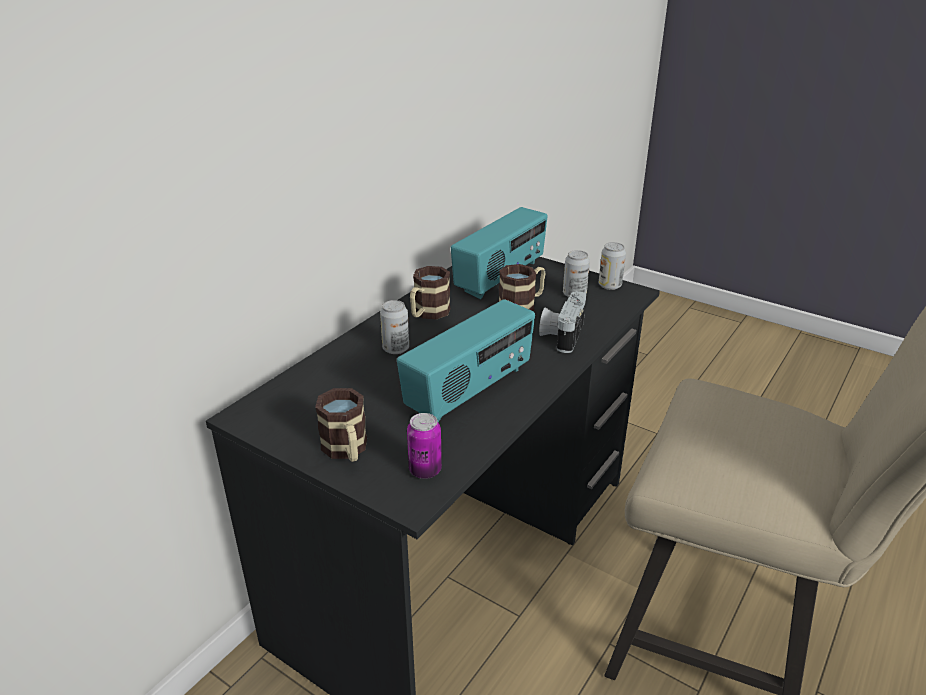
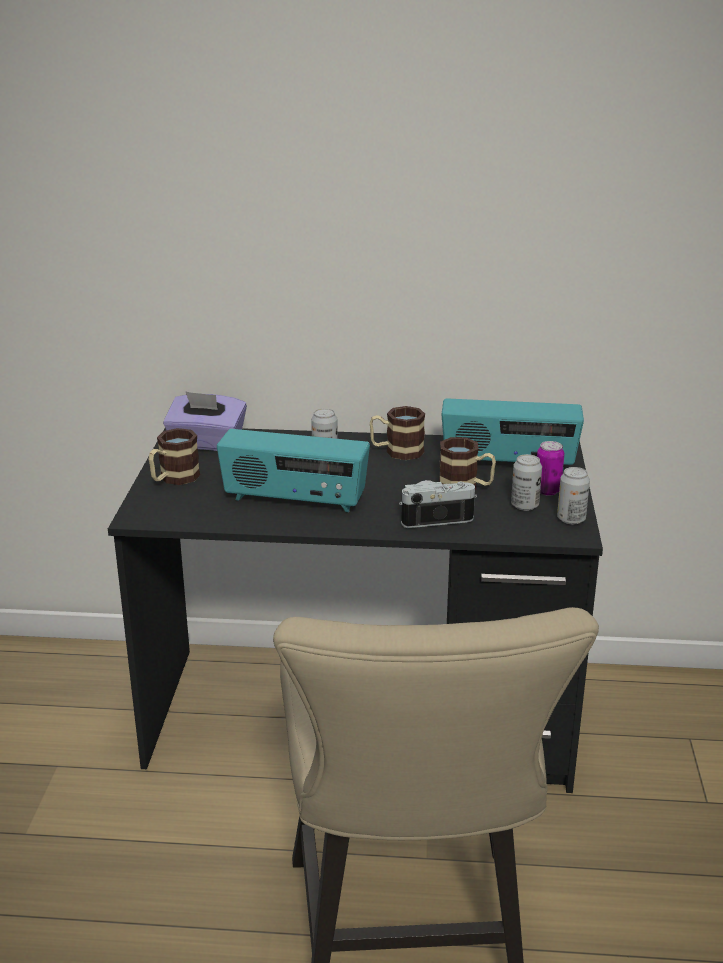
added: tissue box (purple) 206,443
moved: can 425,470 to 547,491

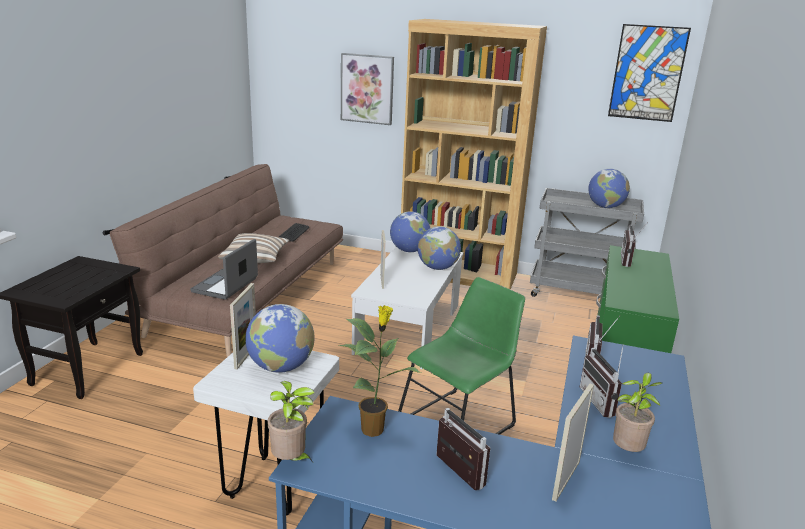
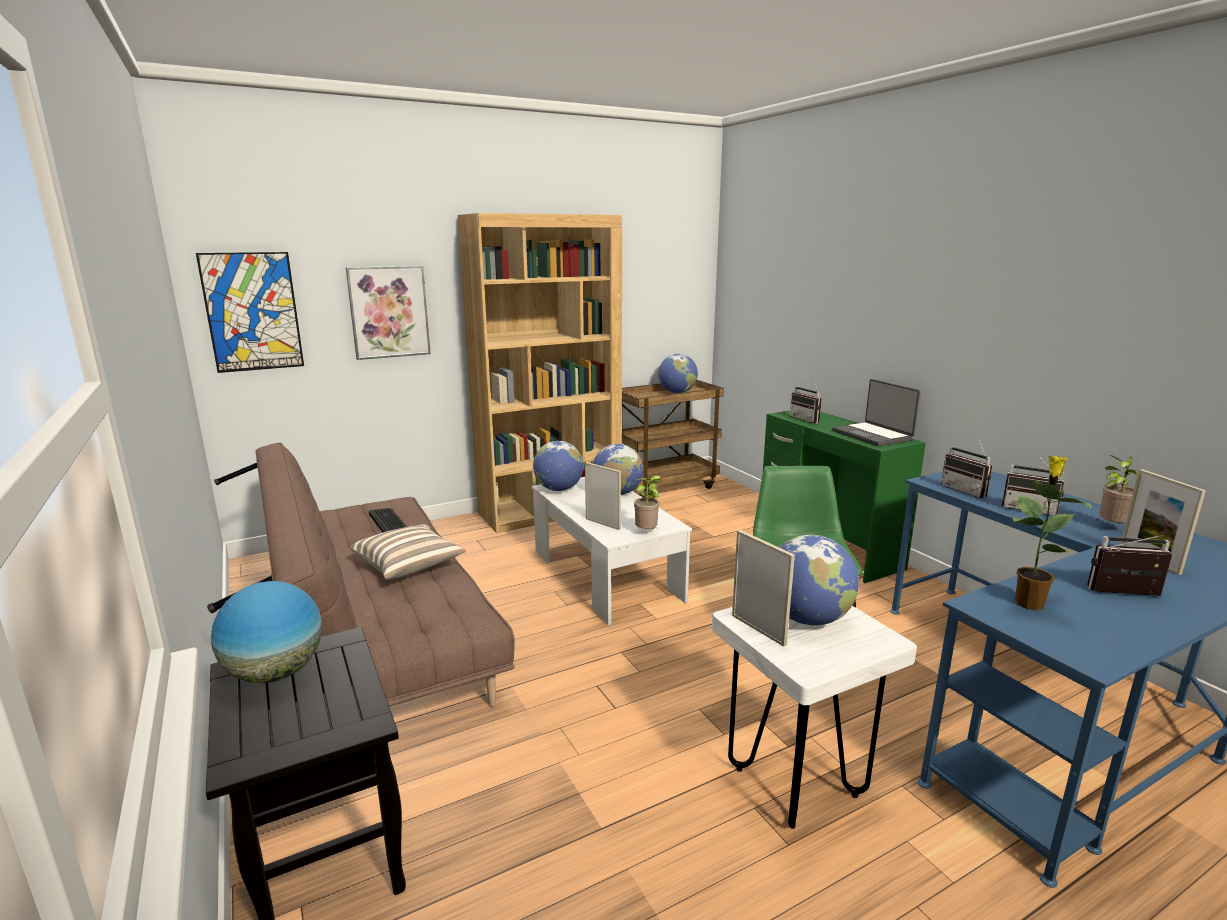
added: globe 275,673
moved: picture 647,73 to 252,312; potted plant 291,461 to 647,532; laptop 226,285 to 873,435
recoloured: cart (grey) 577,293 to cart (brown) 666,487

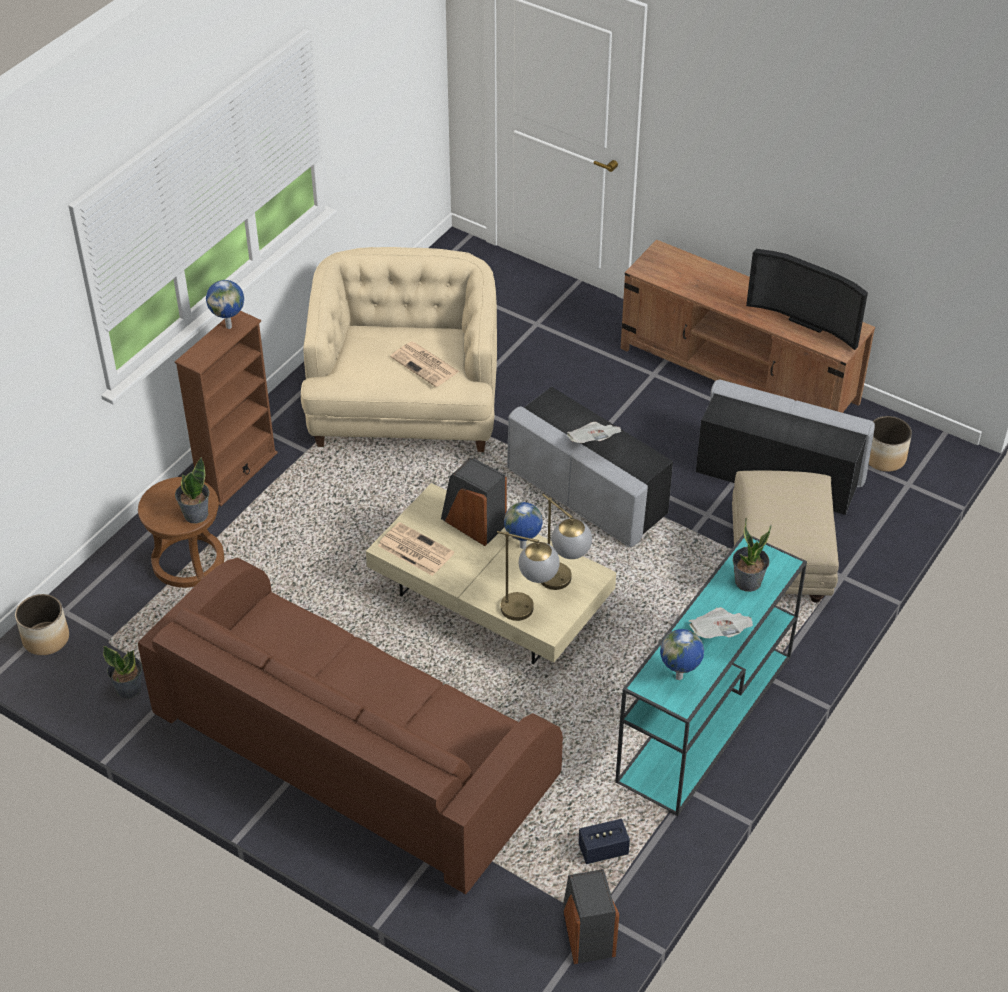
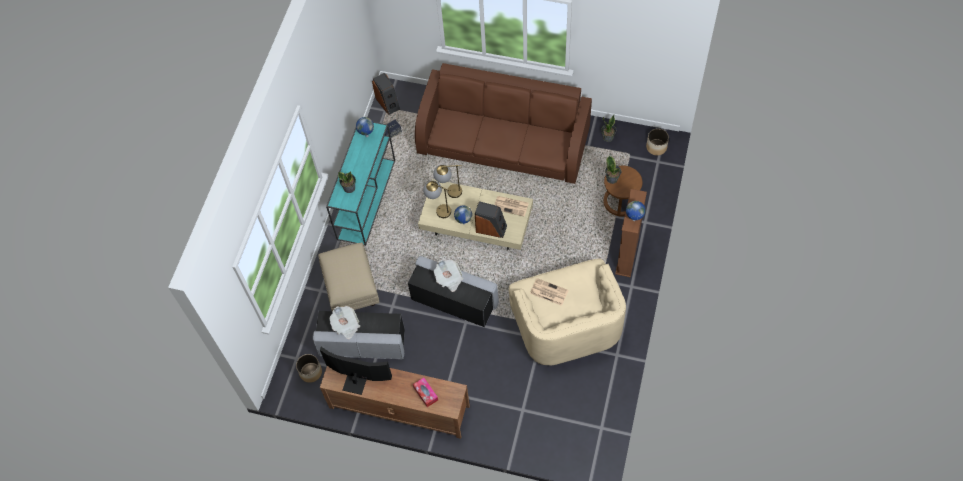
added: tissue box 425,393
moved: newspaper 719,634 to 346,325

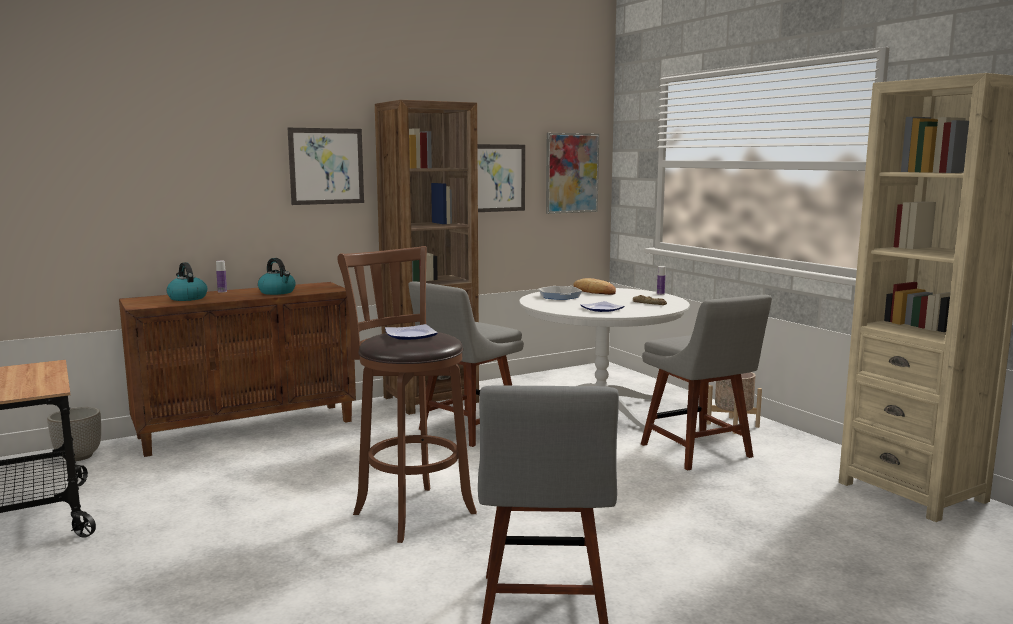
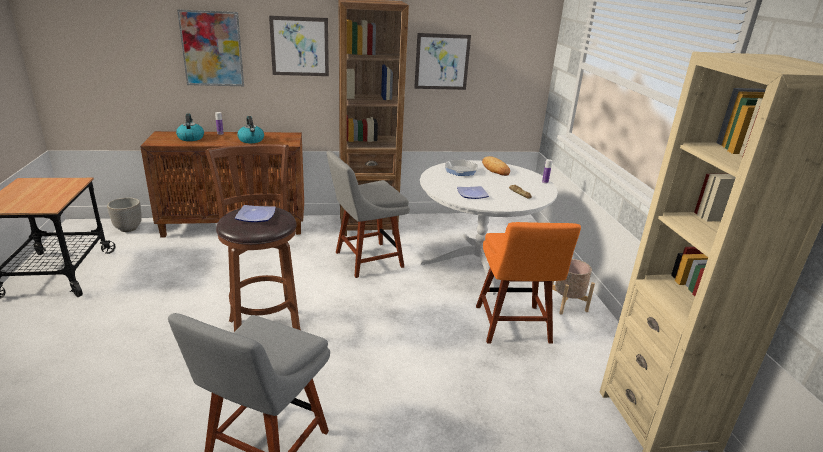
moved: picture 571,173 to 212,49
recoloured: chair (grey) 699,452 to chair (orange) 513,326

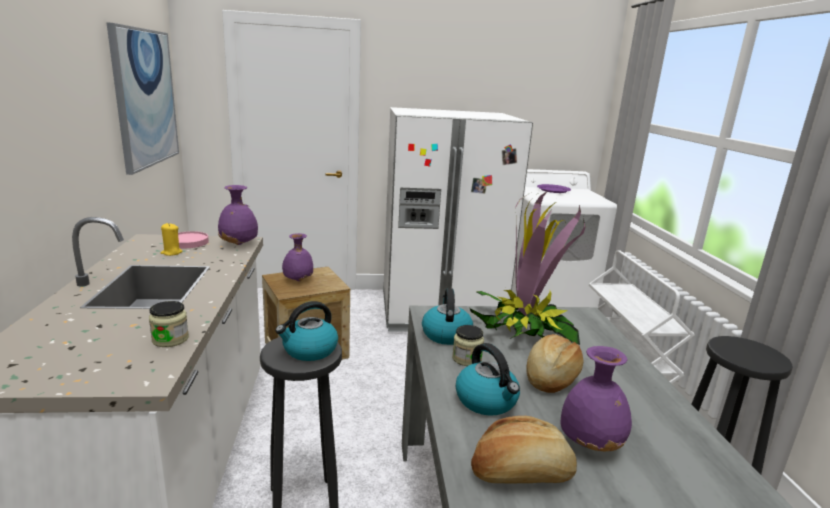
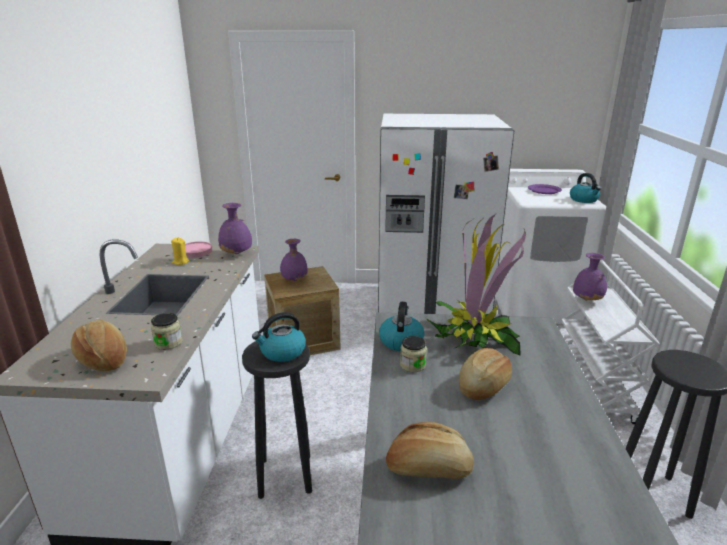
removed: picture 145,98
added: bread 103,358
moved: kettle 487,401 to 584,200; vase (purple) 591,444 to 588,300

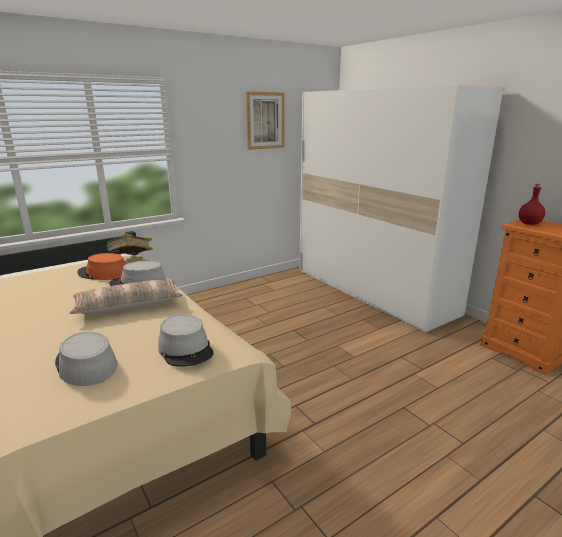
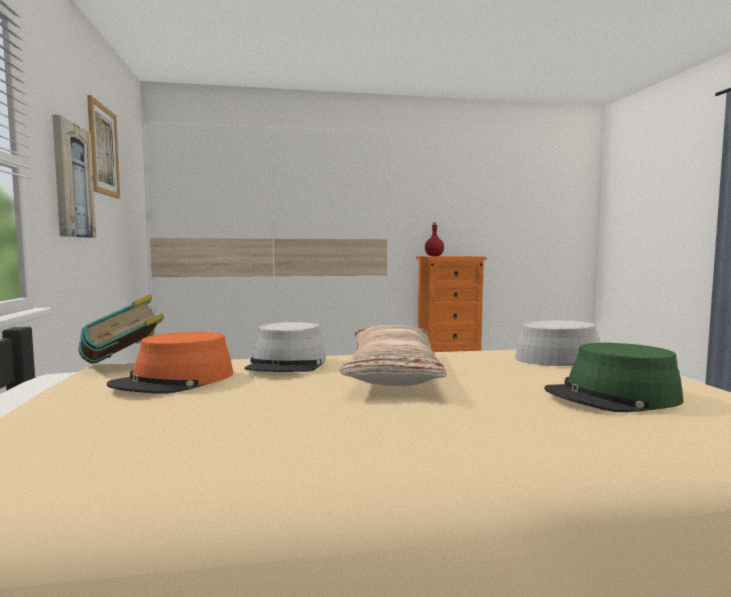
added: picture 72,181
recoloured: hat (grey) 85,364 to hat (green) 613,397

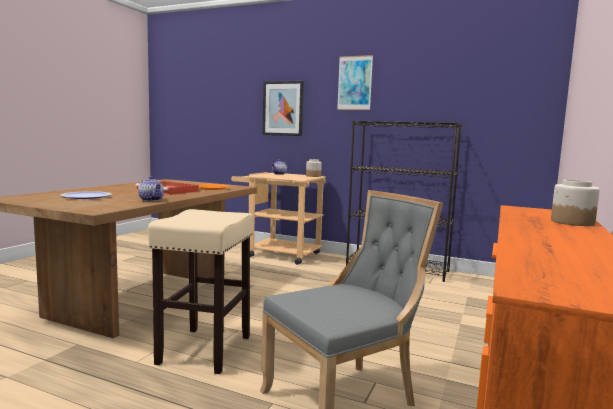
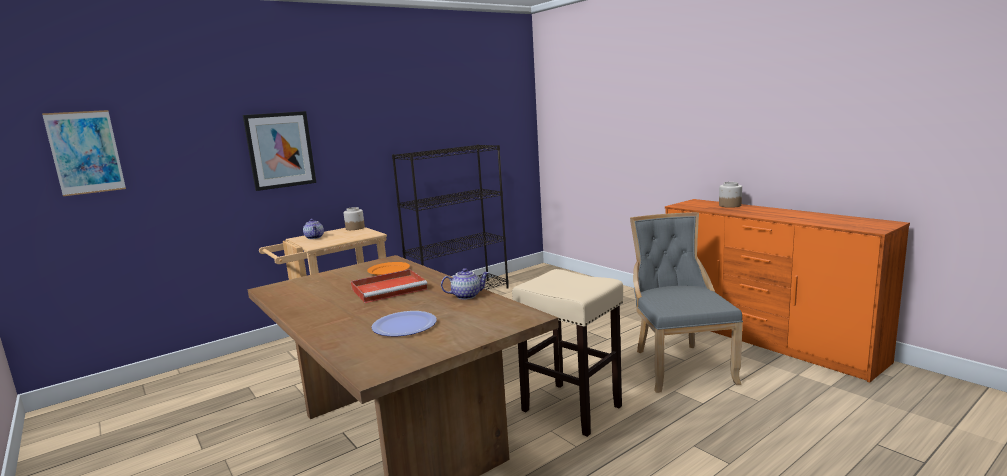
moved: picture 354,83 to 85,152

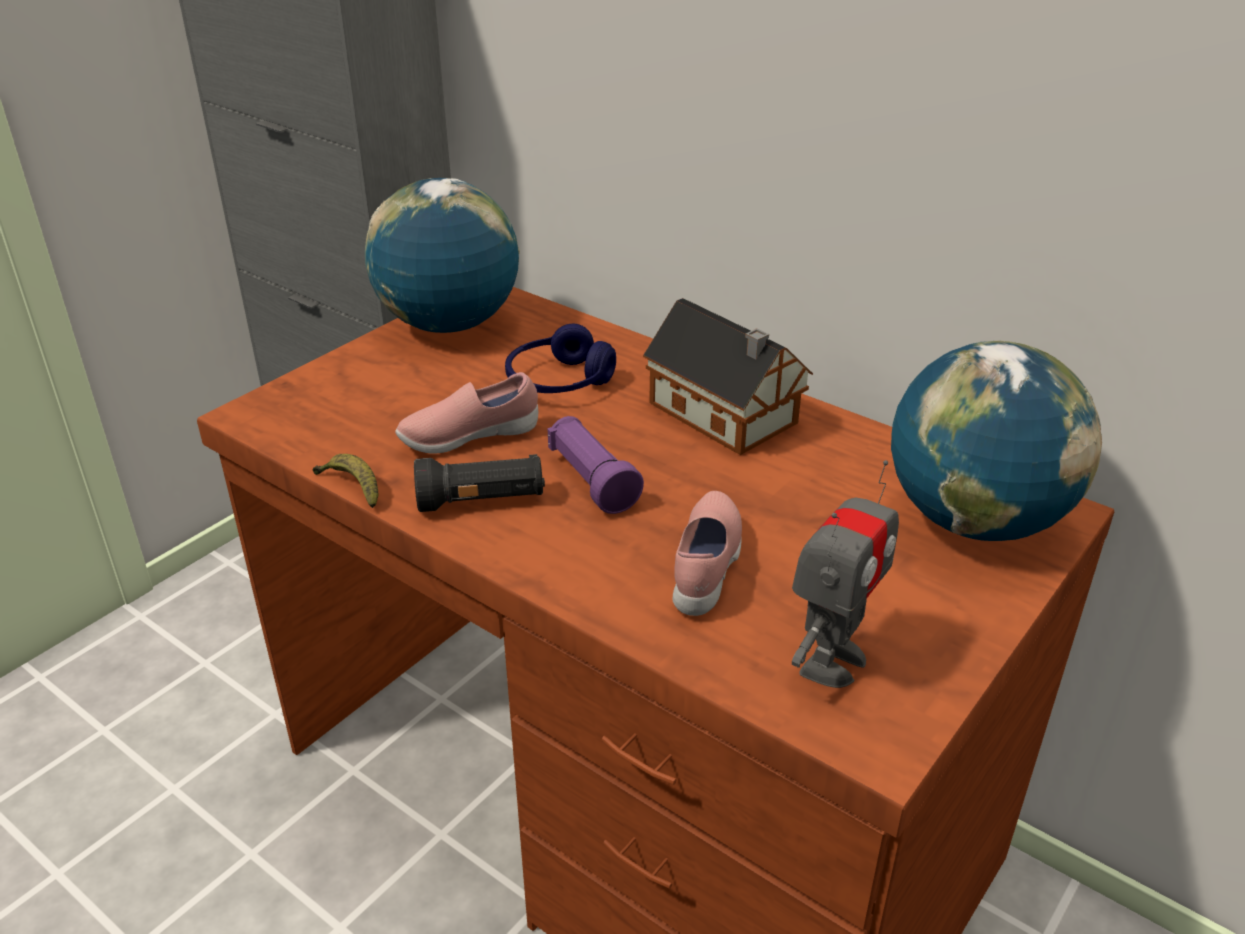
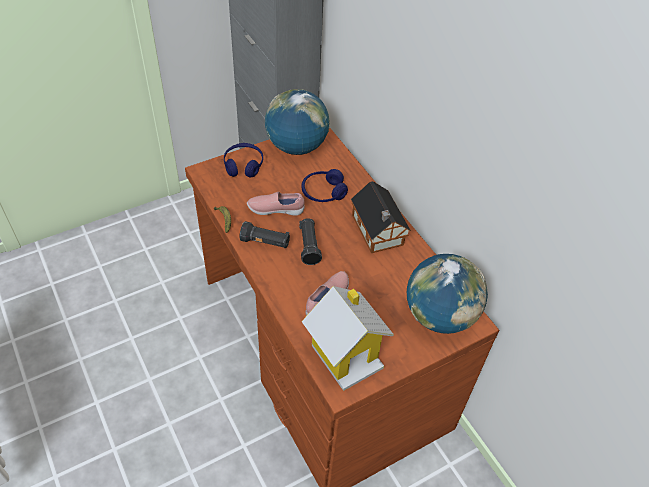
added: headphones (blue) 243,165
replaced: toy robot 831,661 to toy house 346,353
recoloured: flashlight (purple) 591,481 to flashlight (black) 309,246

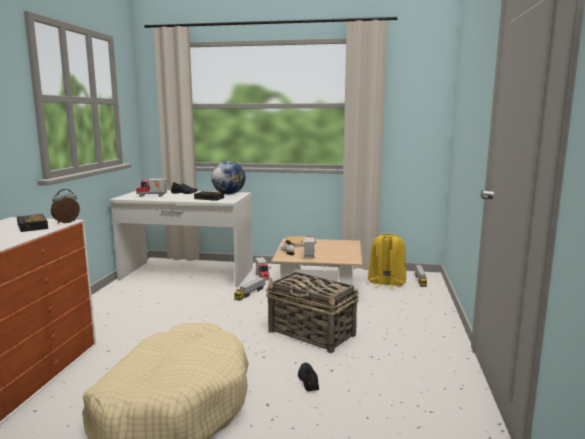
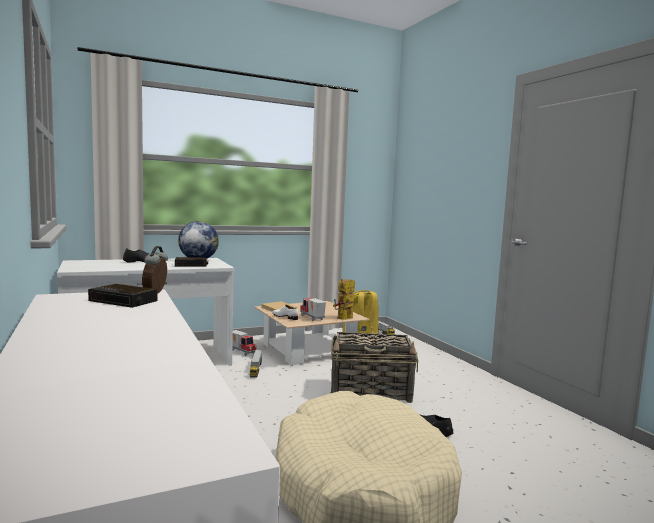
removed: toy truck 152,196
added: toy robot 343,319

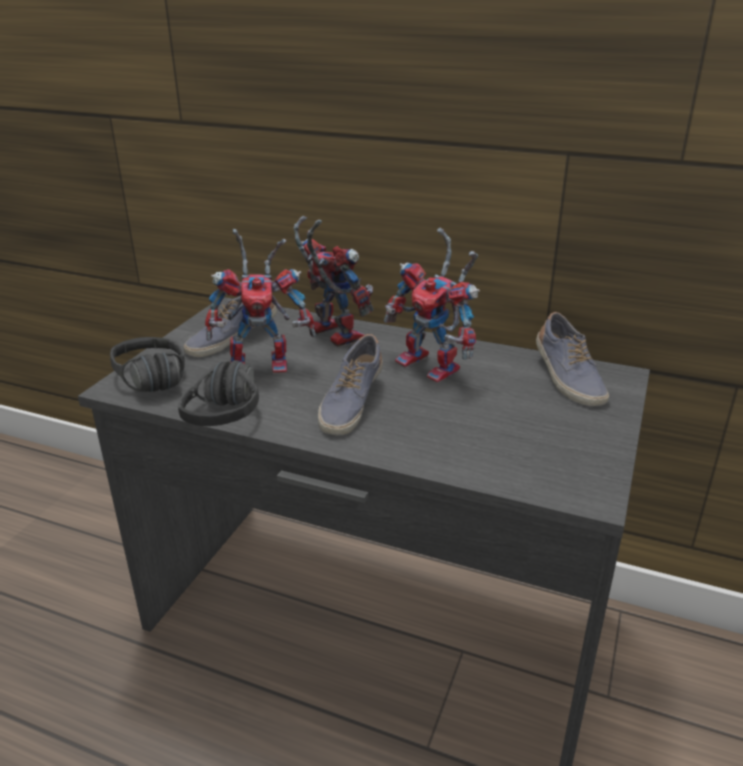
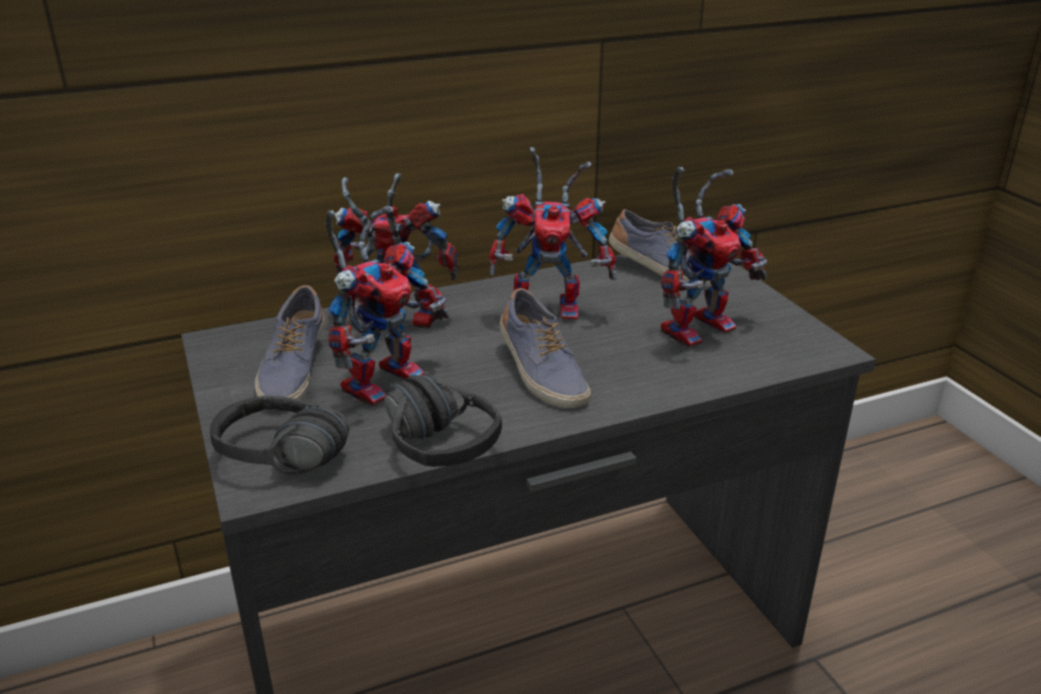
added: toy robot 698,326

